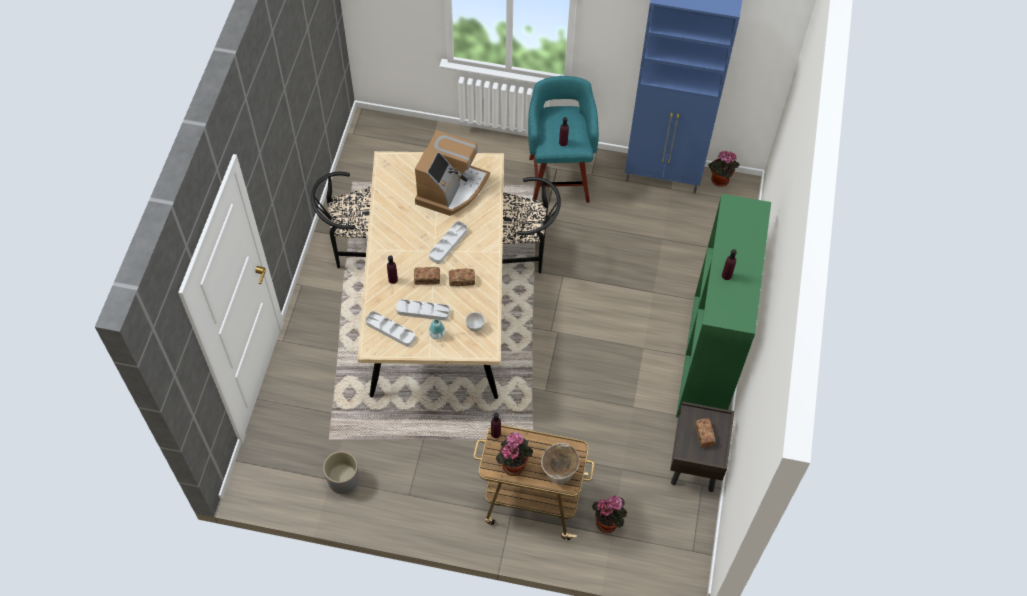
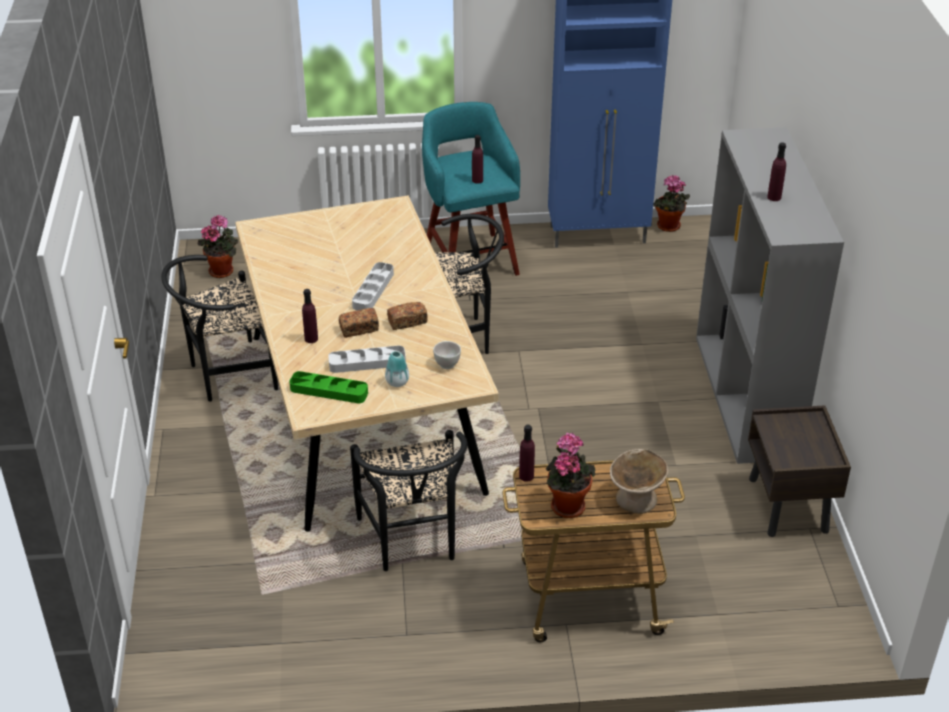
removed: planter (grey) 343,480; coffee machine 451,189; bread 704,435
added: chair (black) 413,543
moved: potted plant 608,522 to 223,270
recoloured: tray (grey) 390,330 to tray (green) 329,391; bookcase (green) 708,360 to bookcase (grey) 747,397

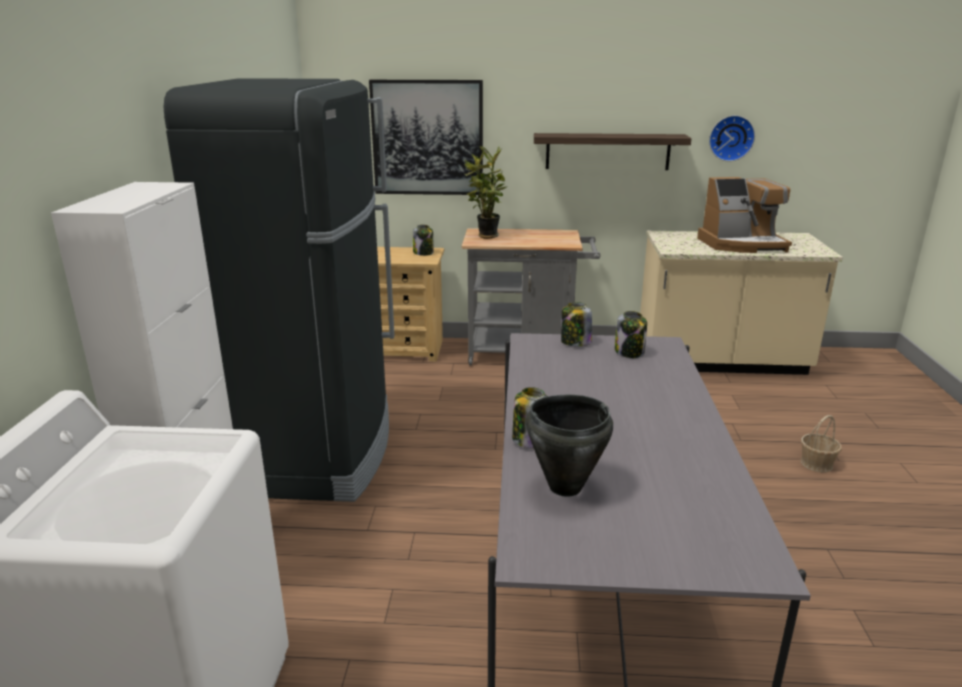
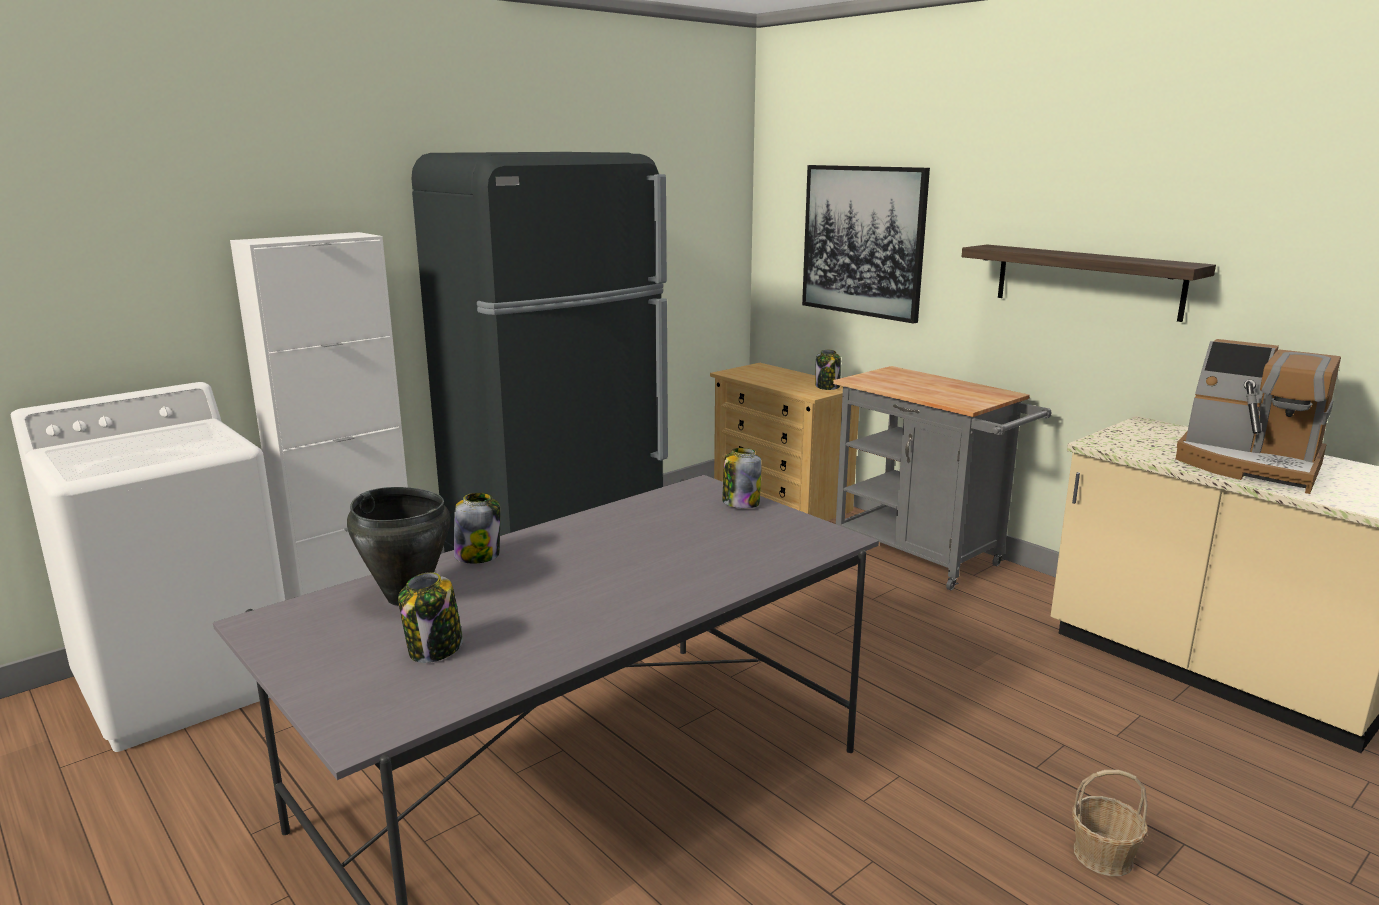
removed: potted plant 486,236; wall clock 731,138
moved: jar 629,352 to 435,649

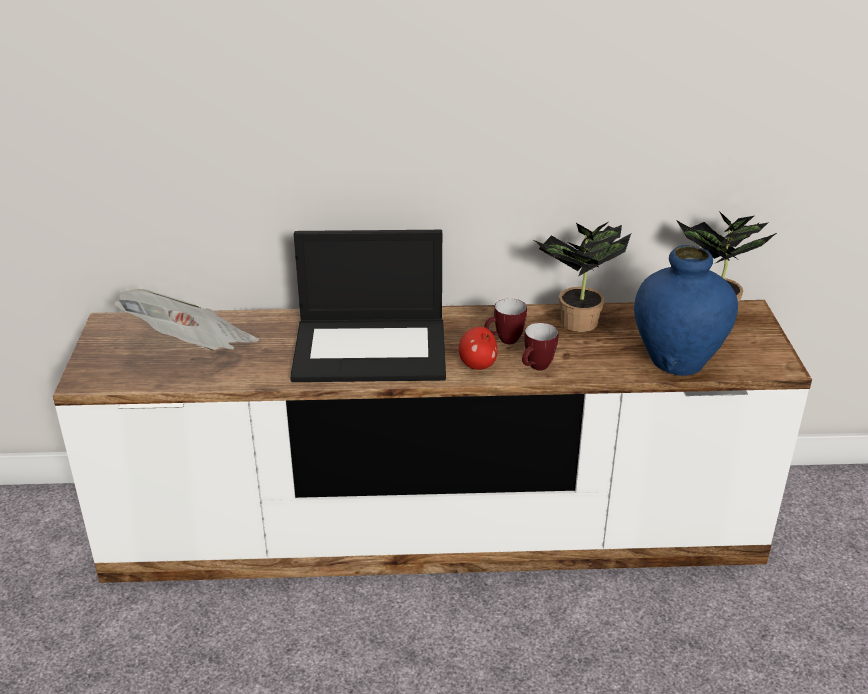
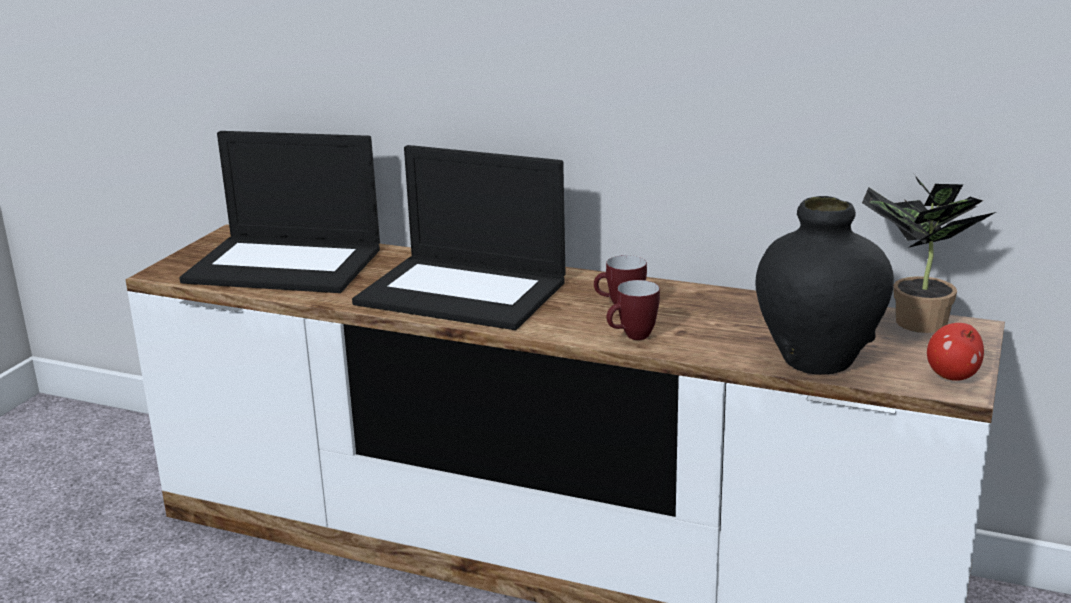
removed: potted plant 575,324
moved: apple 478,365 to 952,376
replaced: newspaper 193,349 to laptop 287,265
recoloured: vase (blue) 677,361 to vase (black) 818,360

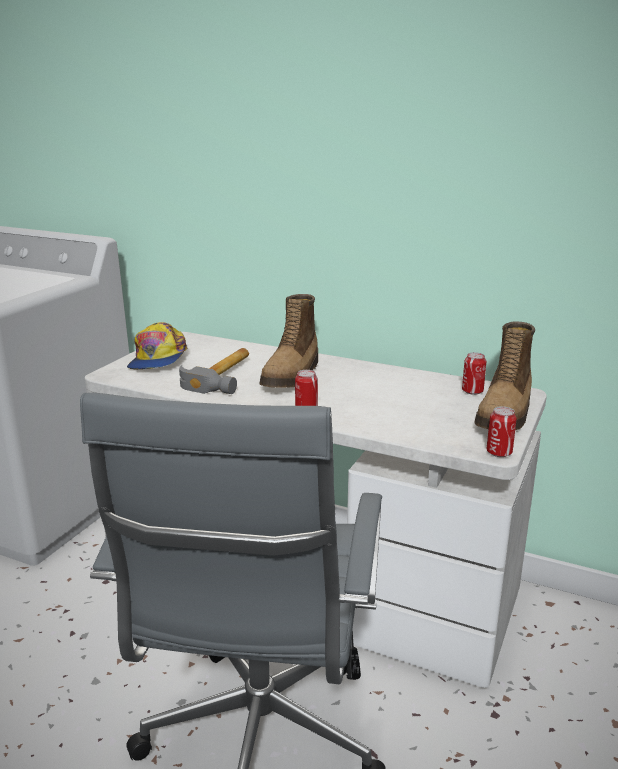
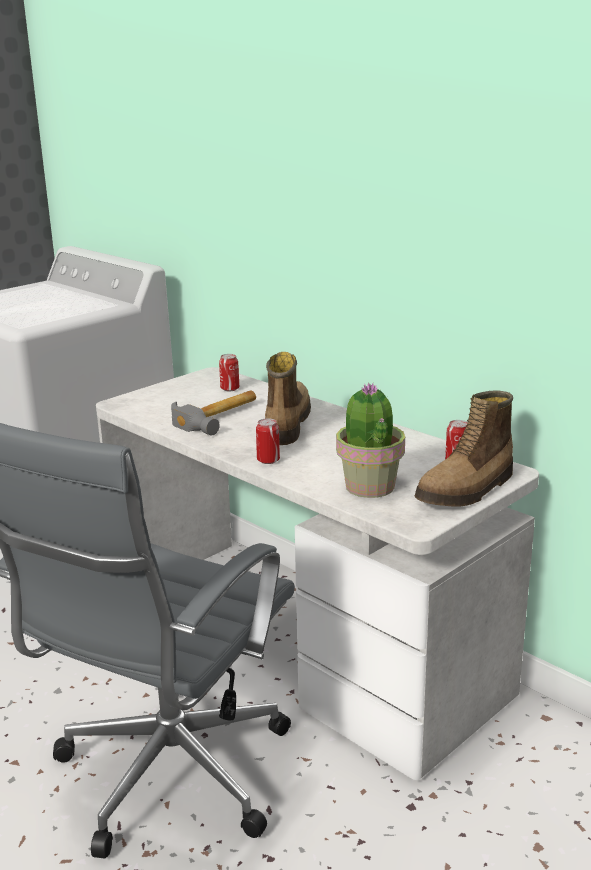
removed: cap 158,359
added: potted plant 369,487
moved: can 499,452 to 230,389
turned: boot 292,375 = 286,424 150 degrees clockwise

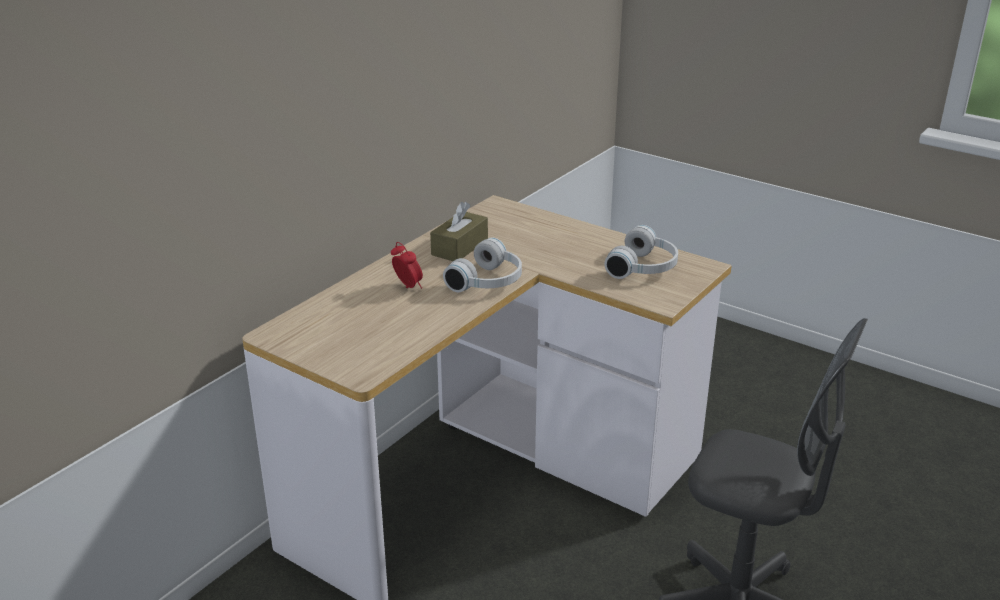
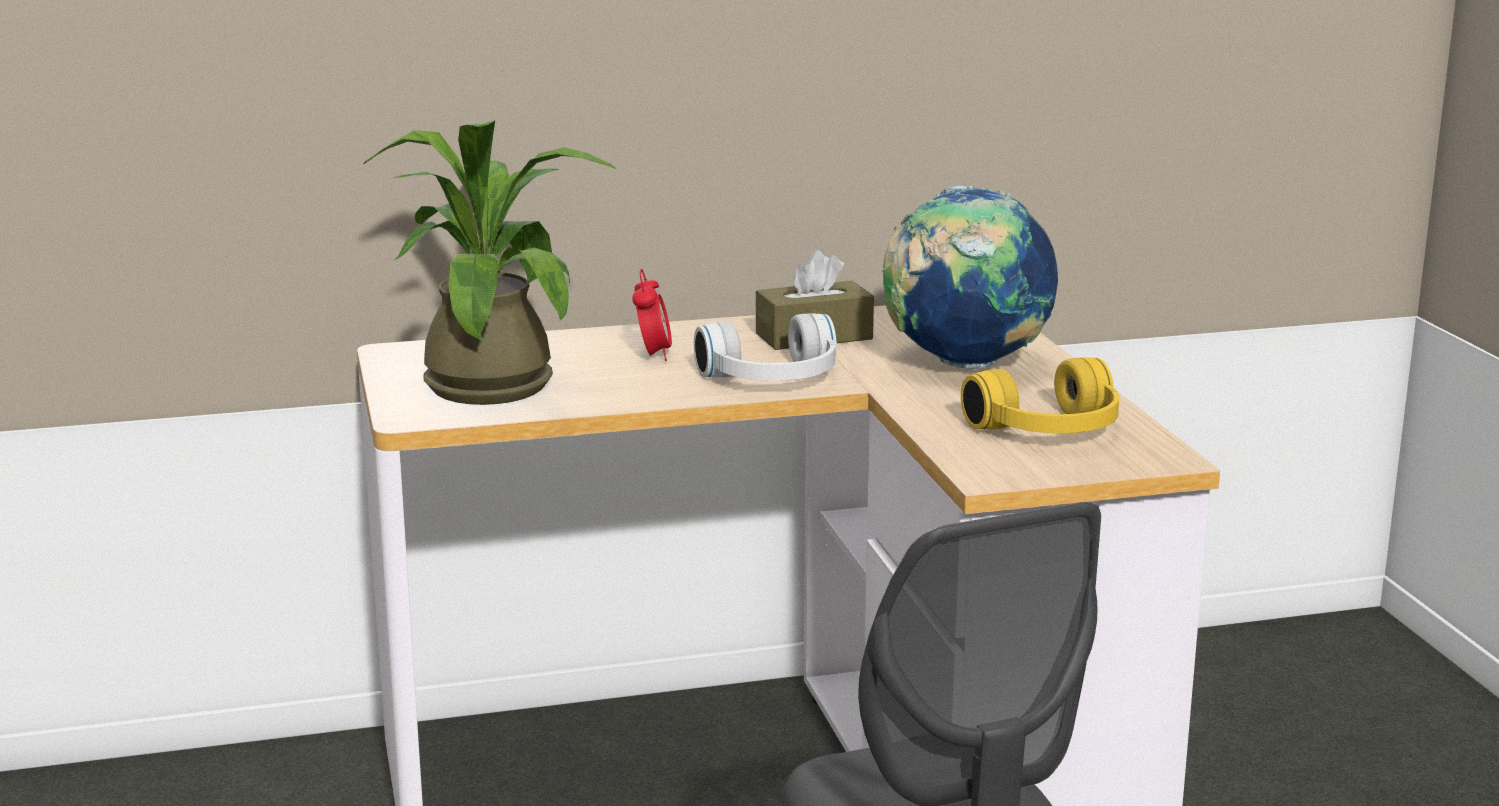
added: potted plant 494,381; globe 964,365
recoloured: headphones (white) 645,268 to headphones (yellow) 1051,431

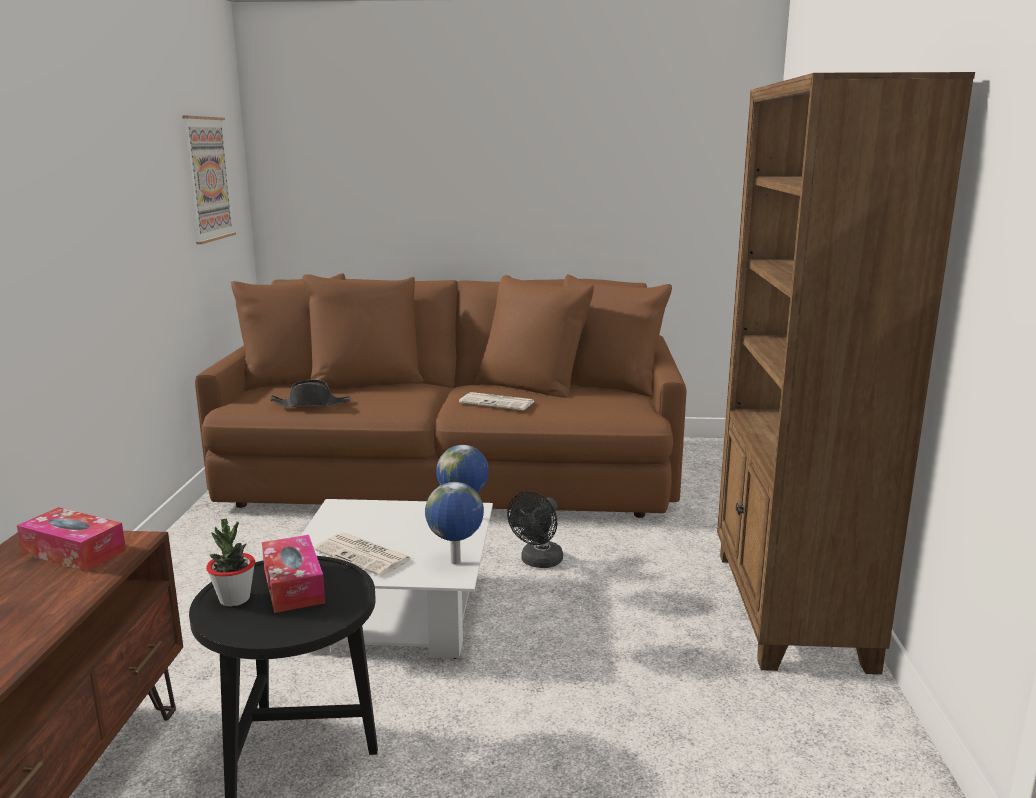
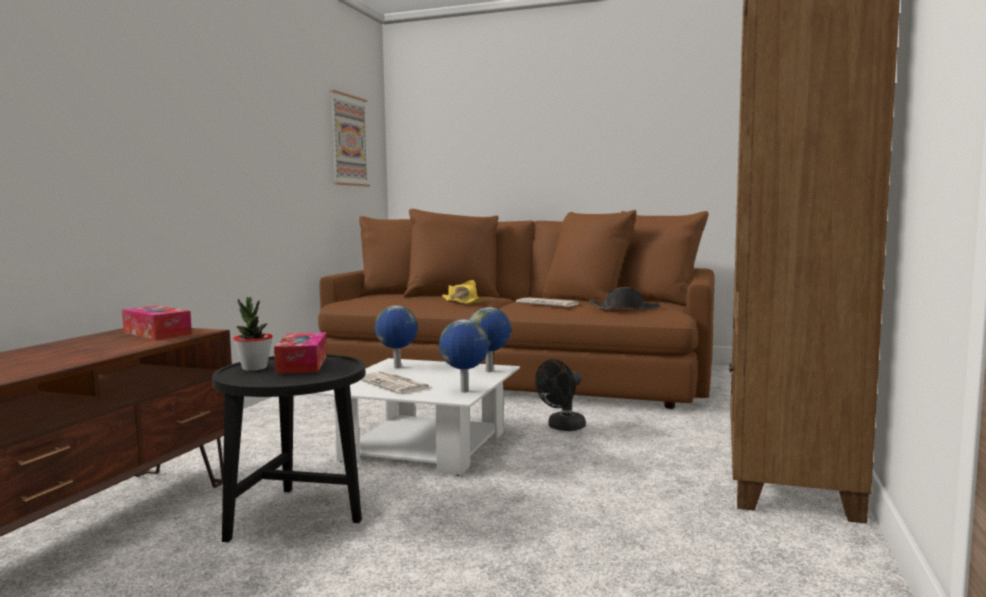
added: globe 397,368; hat (yellow) 462,302
moved: hat (black) 311,404 to 624,308

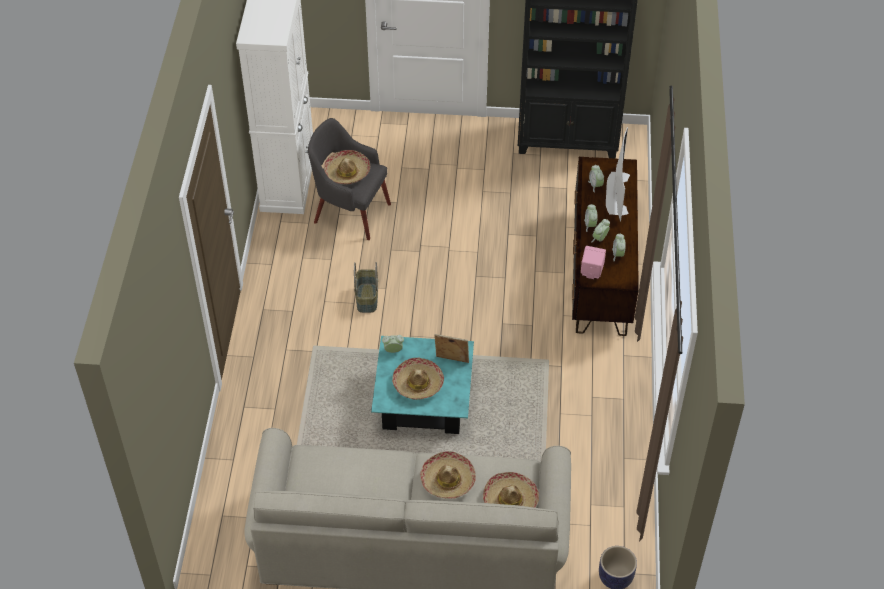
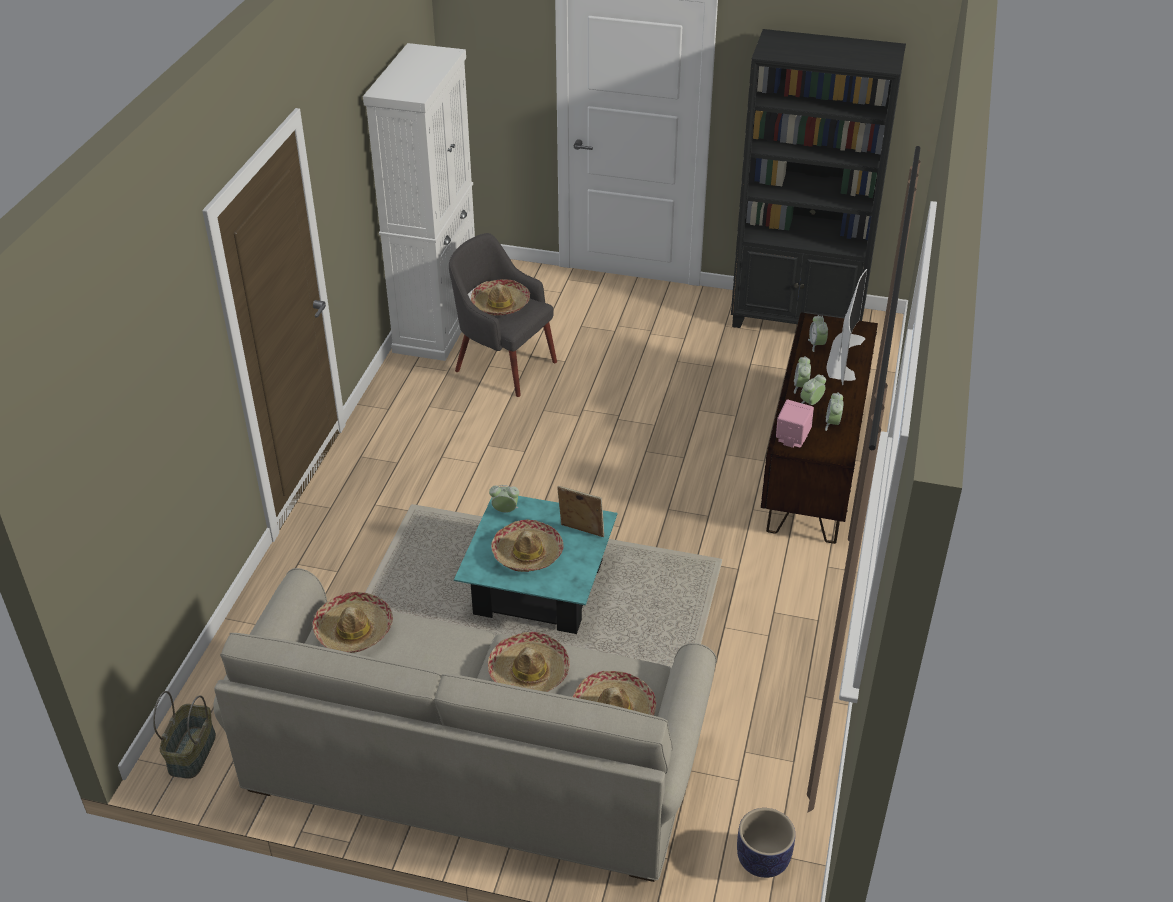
added: hat 354,630
moved: basket 366,298 to 191,752

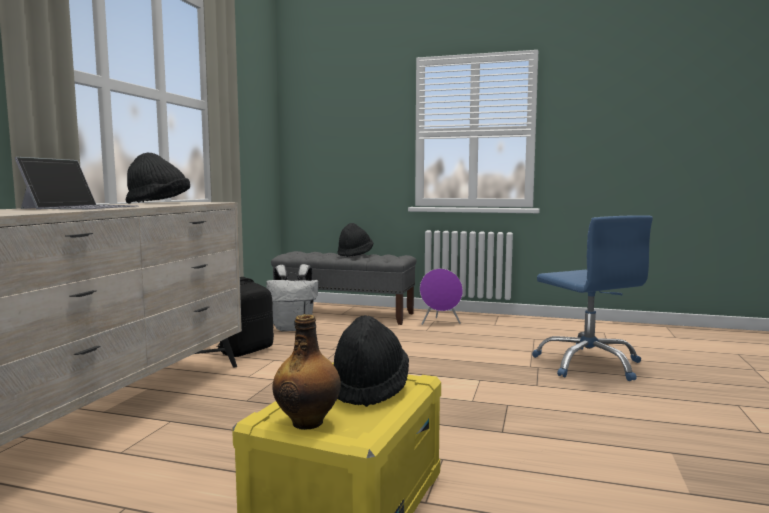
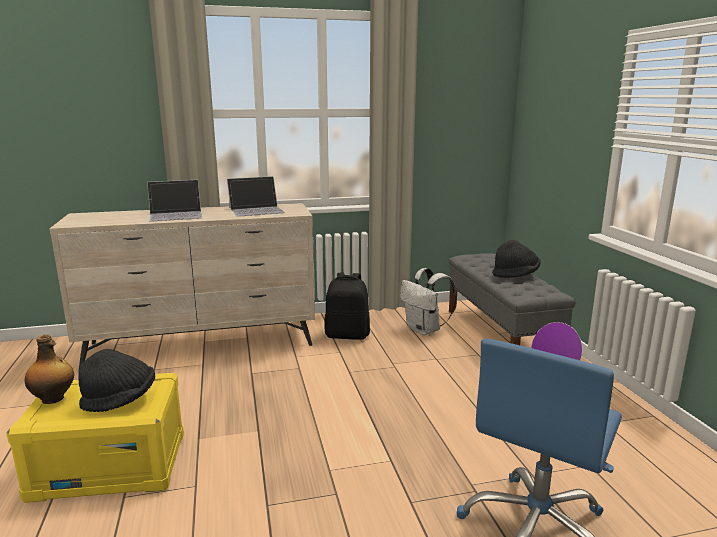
replaced: hat (black) 158,203 to laptop 256,210

